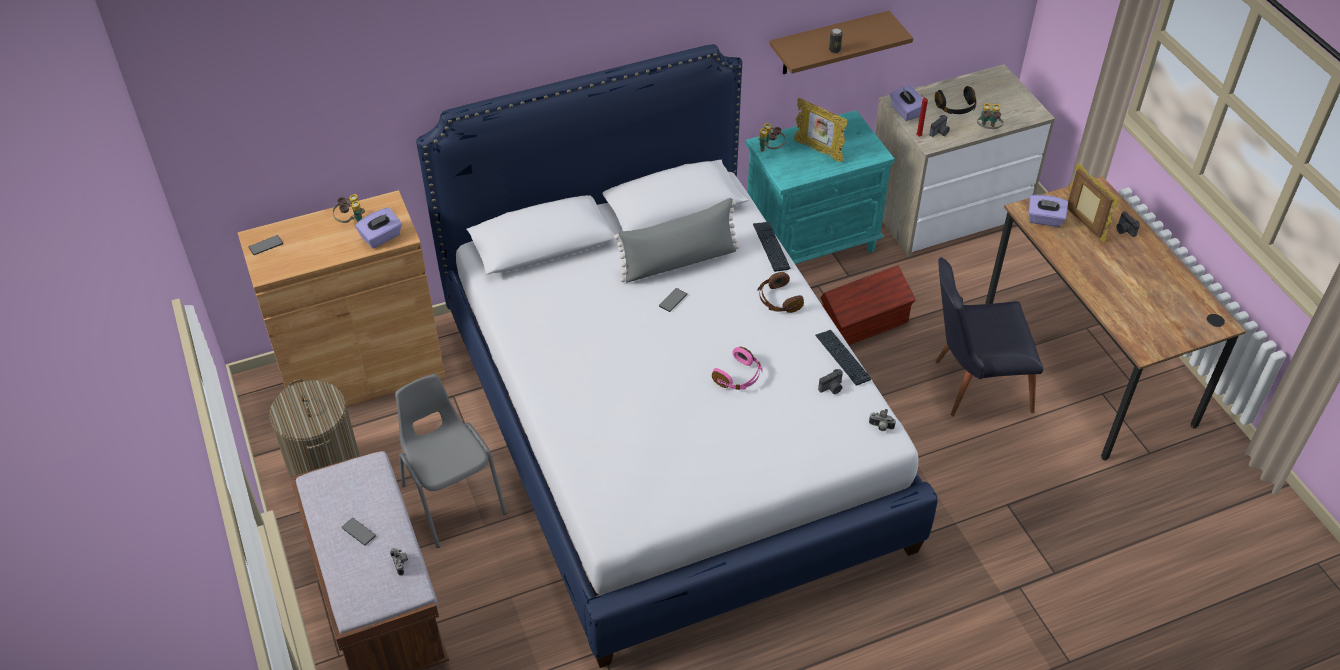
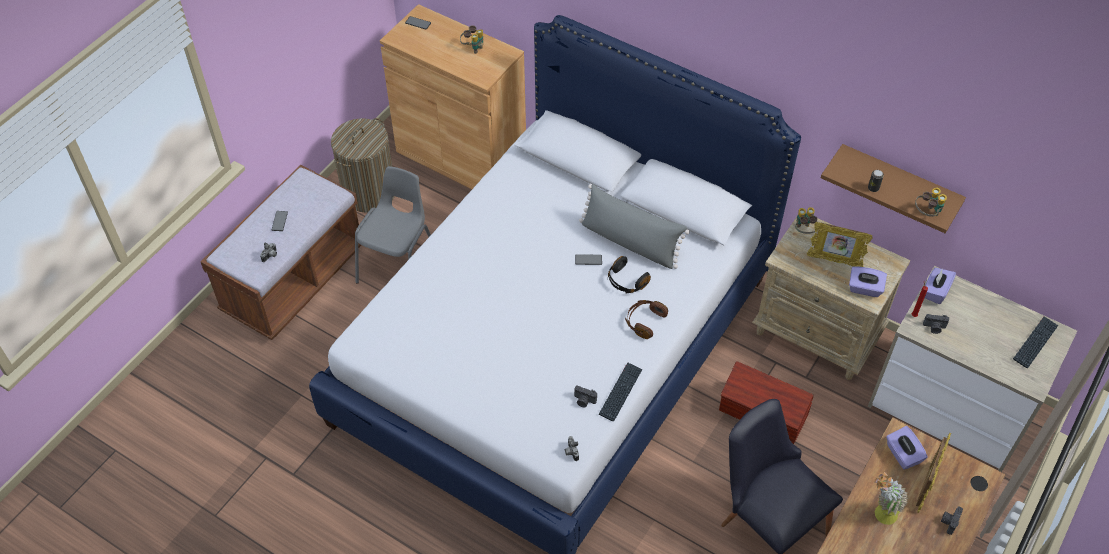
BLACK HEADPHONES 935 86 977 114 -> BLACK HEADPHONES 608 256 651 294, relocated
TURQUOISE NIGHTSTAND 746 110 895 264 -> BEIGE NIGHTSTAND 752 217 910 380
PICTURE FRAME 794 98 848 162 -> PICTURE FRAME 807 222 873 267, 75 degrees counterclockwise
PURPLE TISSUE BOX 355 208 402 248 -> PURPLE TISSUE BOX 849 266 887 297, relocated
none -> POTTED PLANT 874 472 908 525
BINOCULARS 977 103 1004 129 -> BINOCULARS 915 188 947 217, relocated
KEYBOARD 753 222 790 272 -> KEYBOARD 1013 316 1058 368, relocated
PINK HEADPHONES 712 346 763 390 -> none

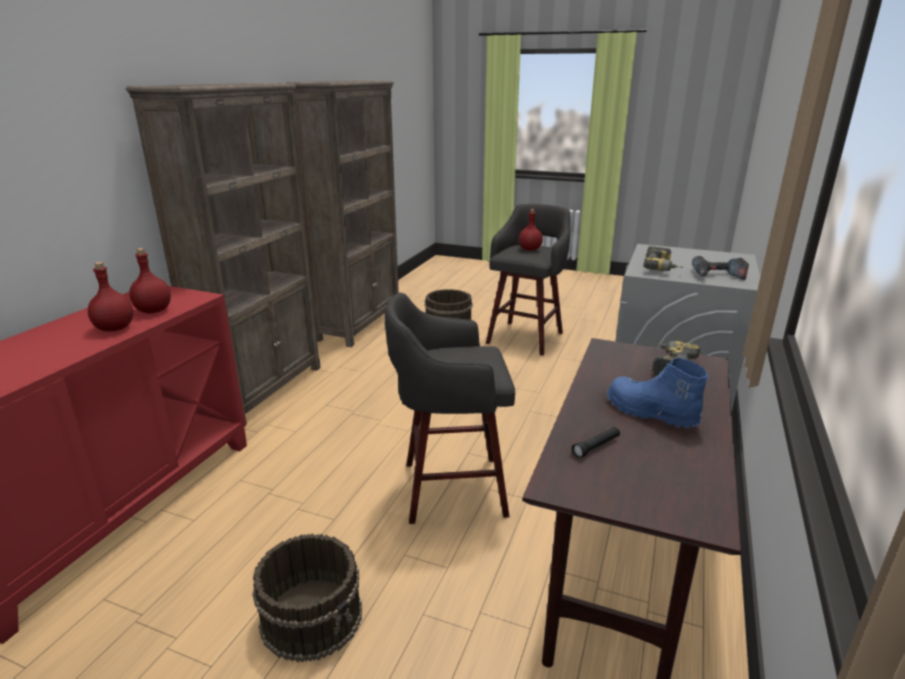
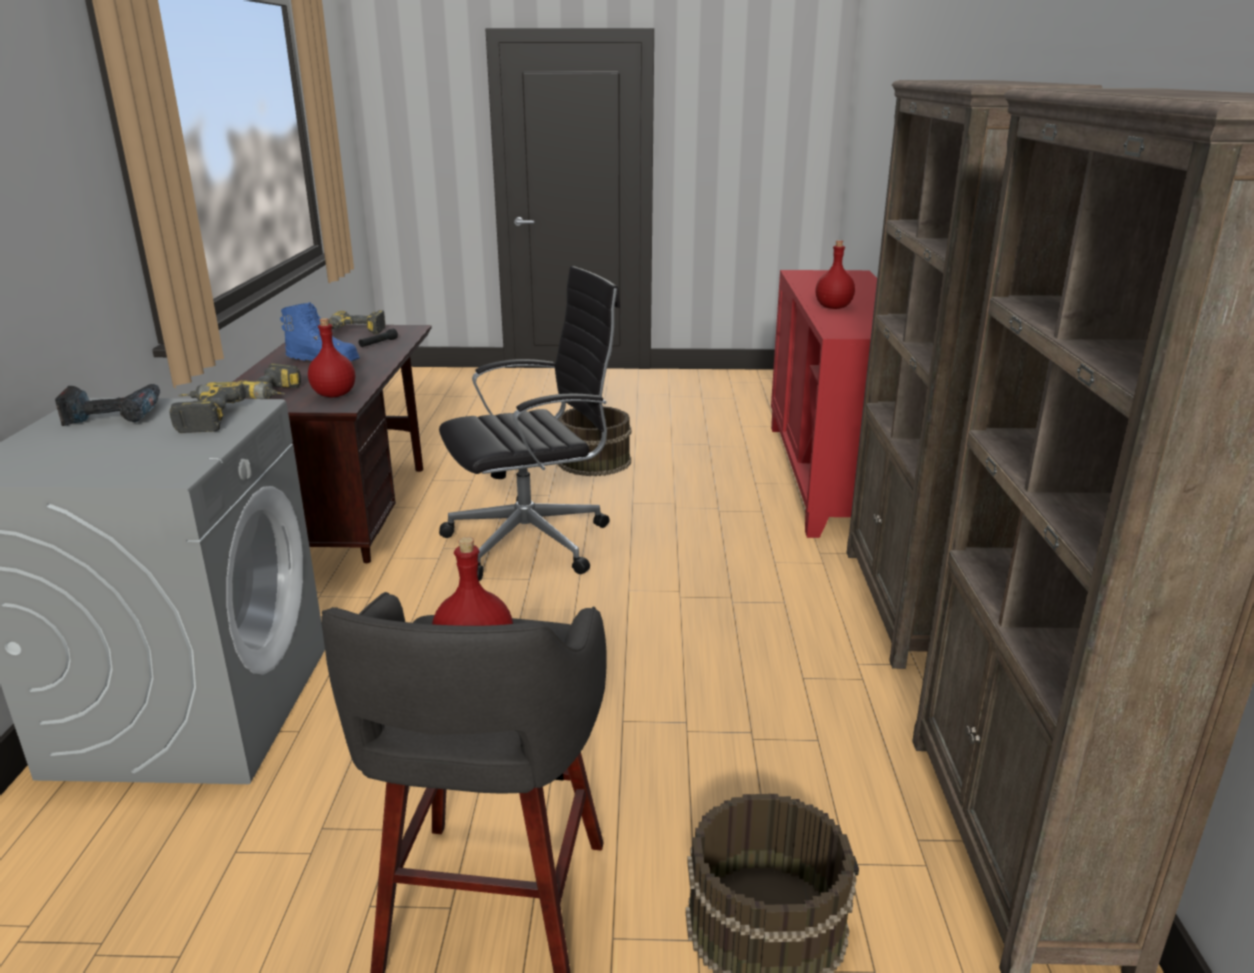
RED BOTTLE 129 248 171 314 -> RED BOTTLE 308 318 355 398, relocated
none -> POWER DRILL 329 310 386 335
GREY STOOL 385 292 515 524 -> BLACK OFFICE CHAIR 439 266 620 581

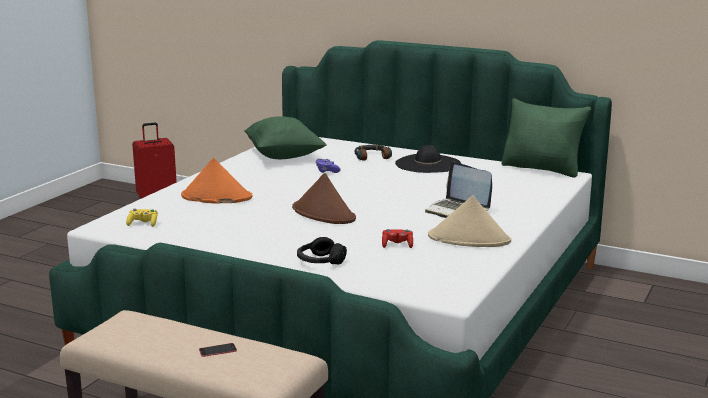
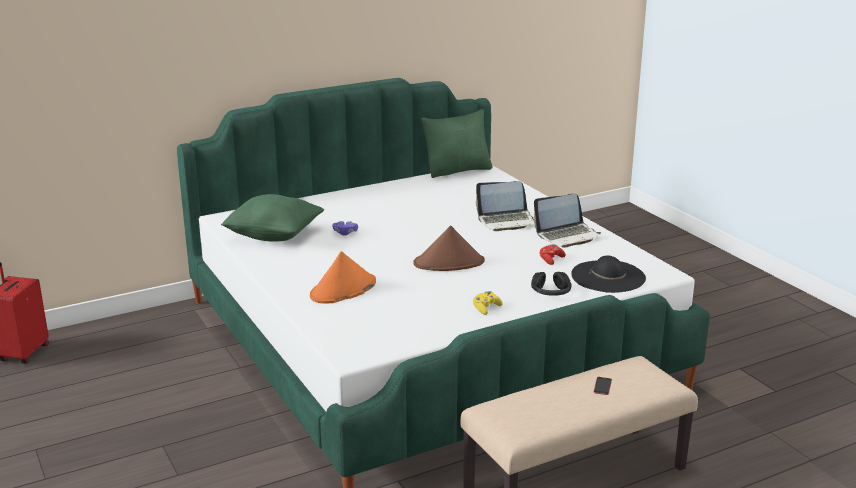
YELLOW GAME CONTROLLER 126 208 158 227 -> YELLOW GAME CONTROLLER 473 291 503 315, relocated
BEIGE HAT 428 195 511 247 -> LAPTOP 534 194 601 248
BLACK HAT 395 145 461 173 -> BLACK HAT 571 256 646 293, relocated
HEADPHONES 355 145 392 161 -> none

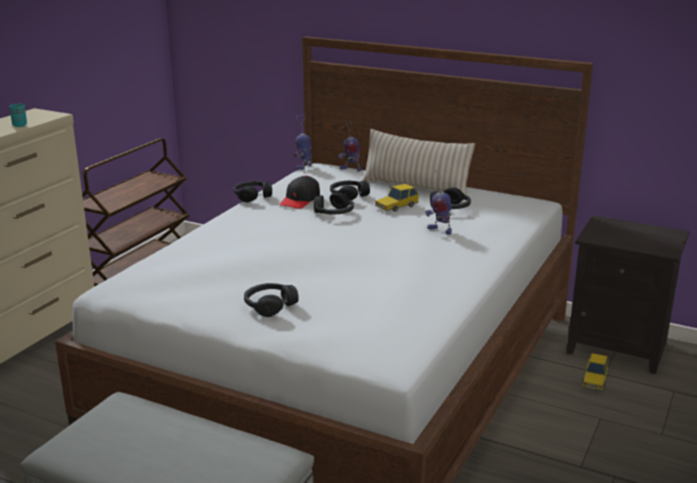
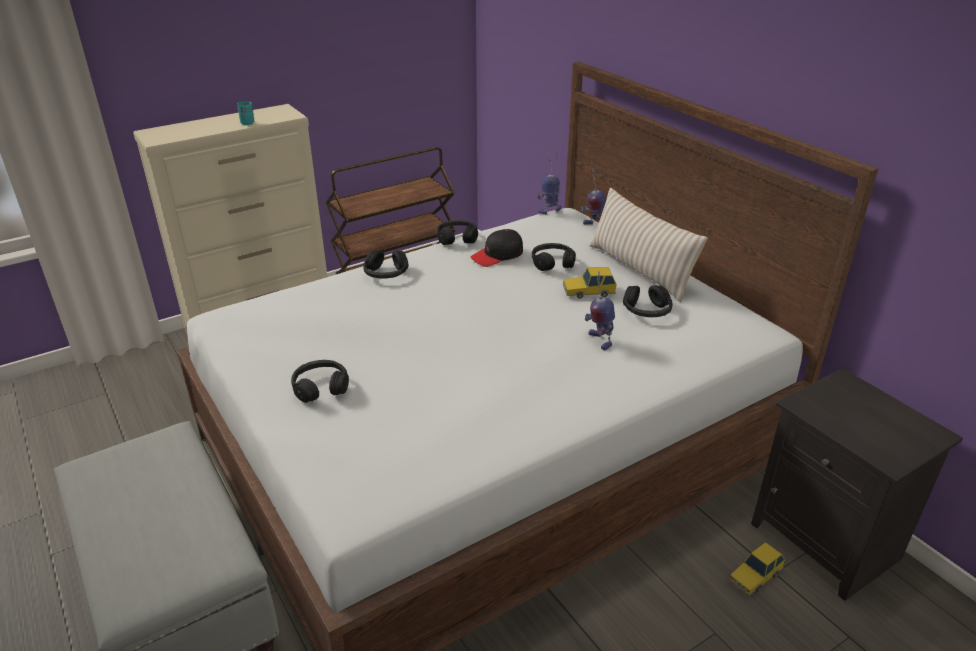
BLACK HEADPHONES 314 192 354 215 -> BLACK HEADPHONES 363 250 408 279, relocated

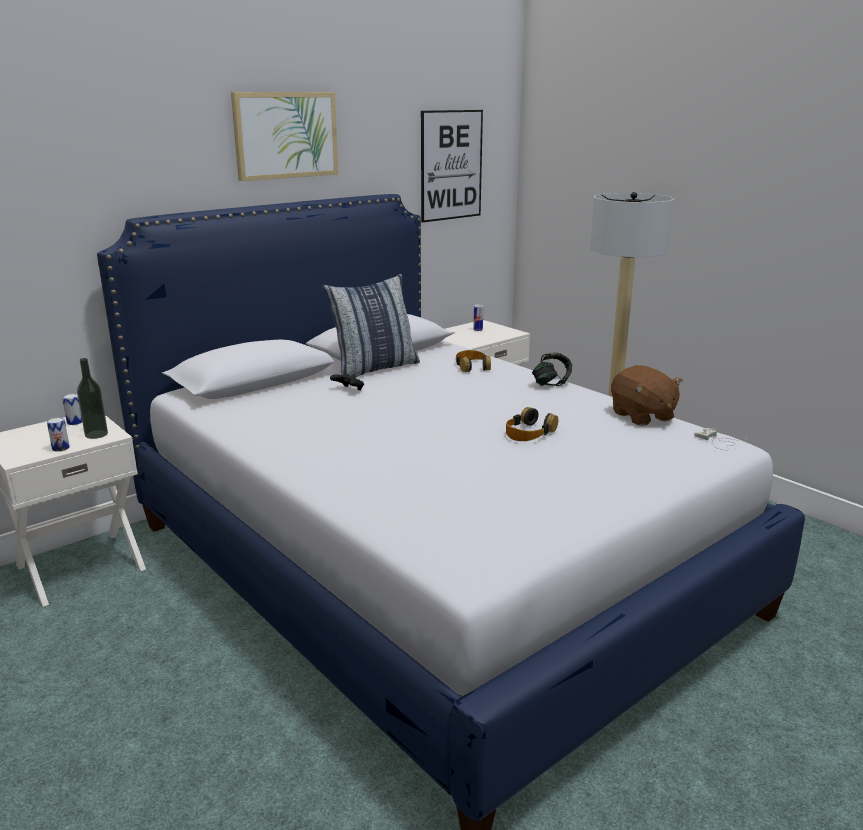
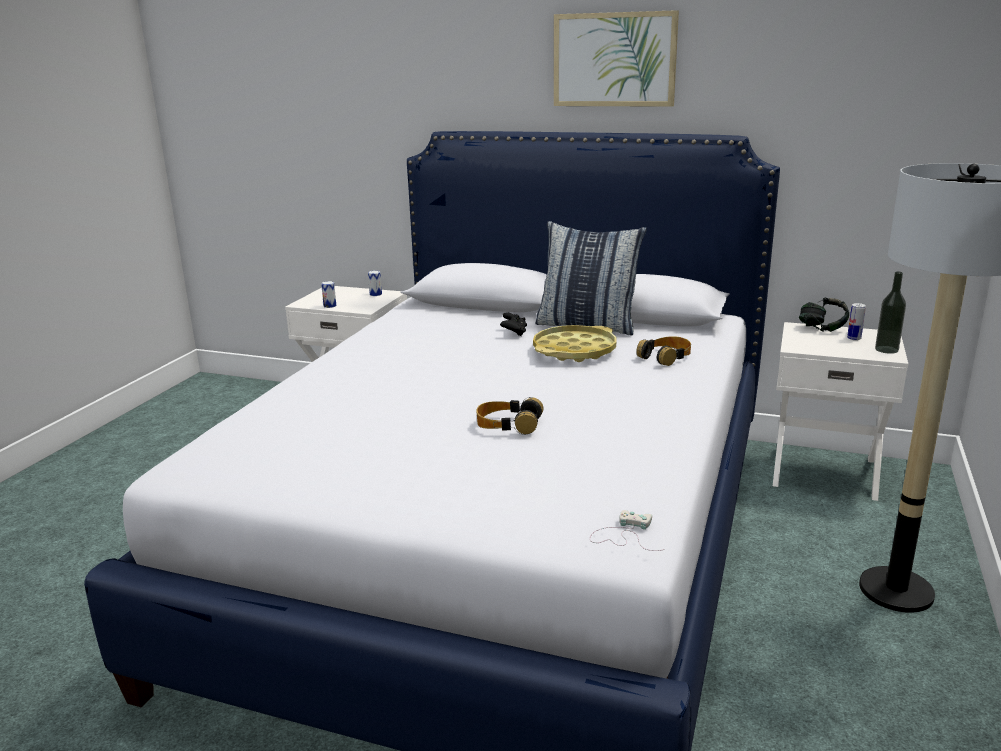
none -> YELLOW TRAY 533 325 616 362
HEADPHONES 532 352 572 386 -> HEADPHONES 799 298 849 332, relocated
BOTTLE 77 358 108 439 -> BOTTLE 875 271 906 354, relocated
PICTURE 421 110 483 222 -> none
BROWN PLUSH TOY 611 365 683 426 -> none

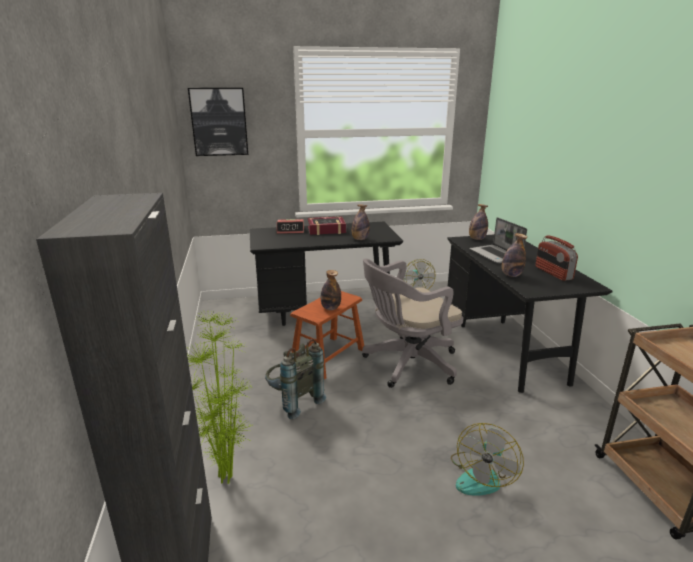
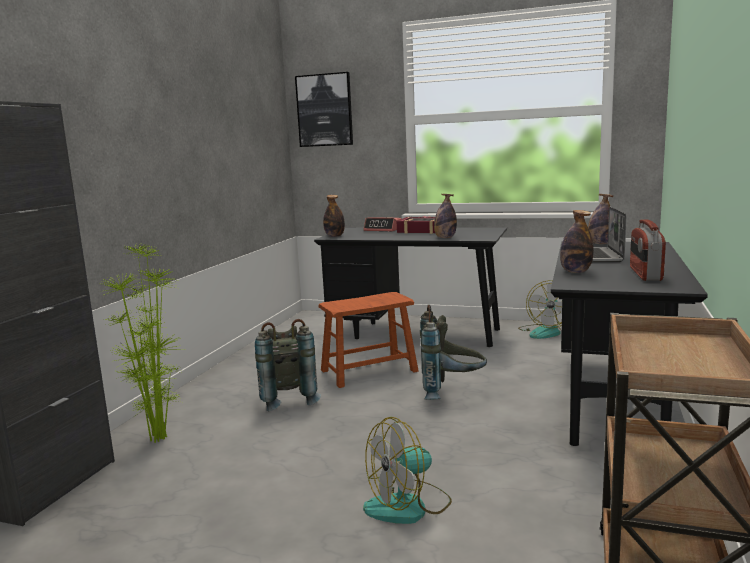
BOTTLE 321 270 341 310 -> BOTTLE 323 195 345 237, relocated
GREY OFFICE CHAIR 362 258 463 388 -> GREY BACKPACK 420 305 487 400

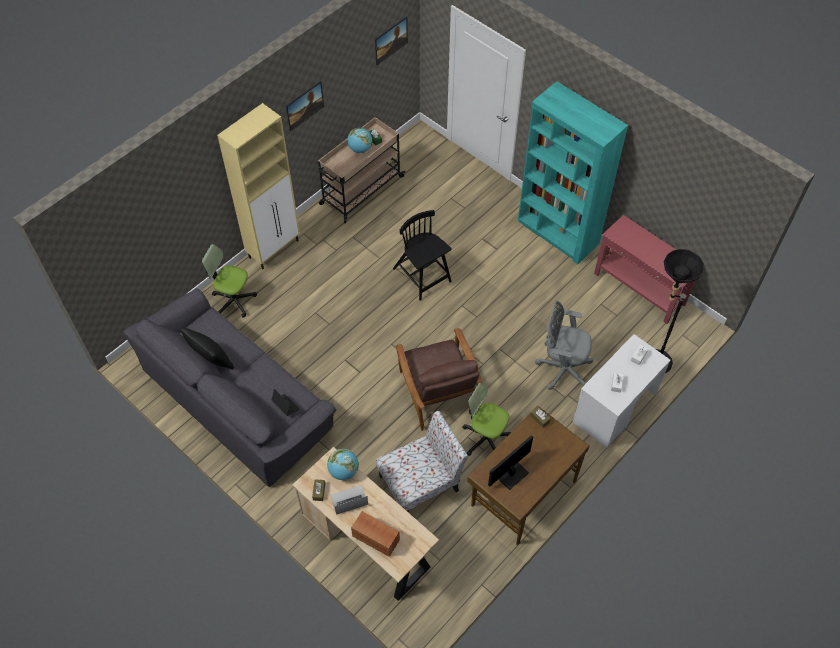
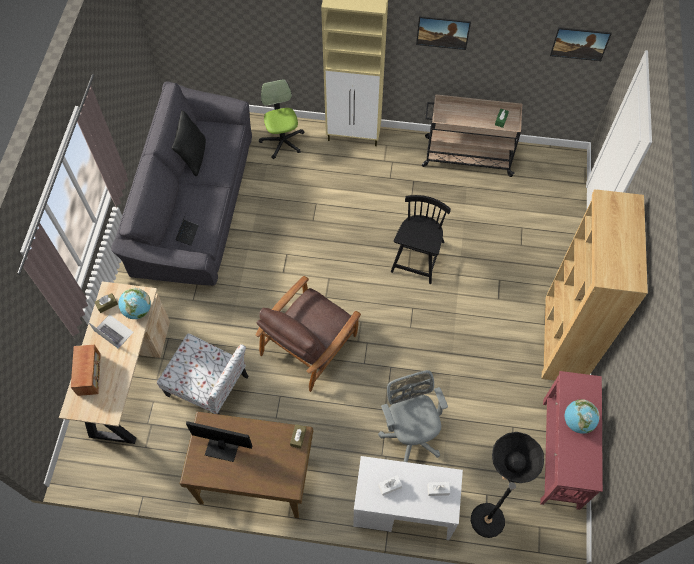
TURQUOISE BOOKCASE 518 81 628 264 -> BROWN BOOKCASE 542 189 648 381
GLOBE 347 128 373 153 -> GLOBE 565 399 600 434, relocated
OFFICE CHAIR 462 383 511 456 -> none

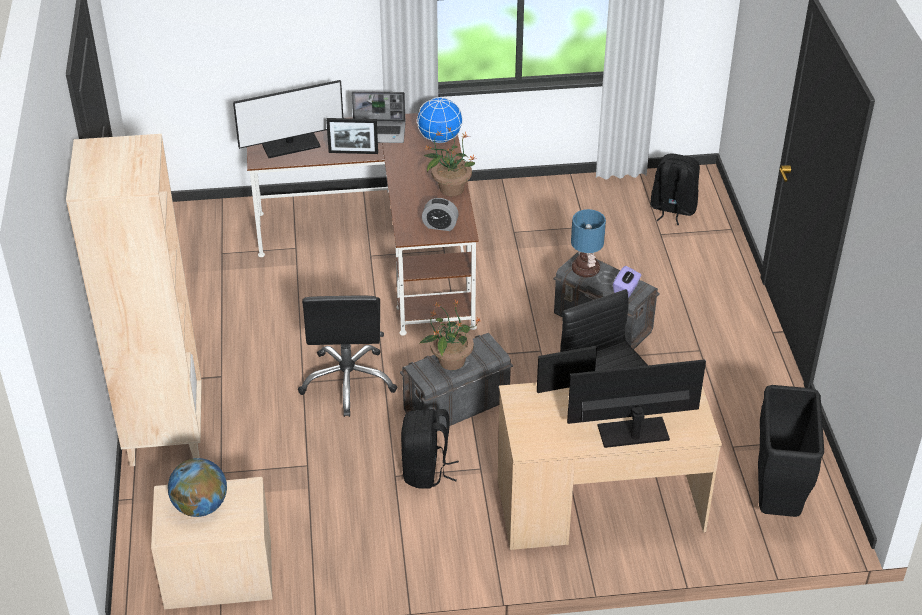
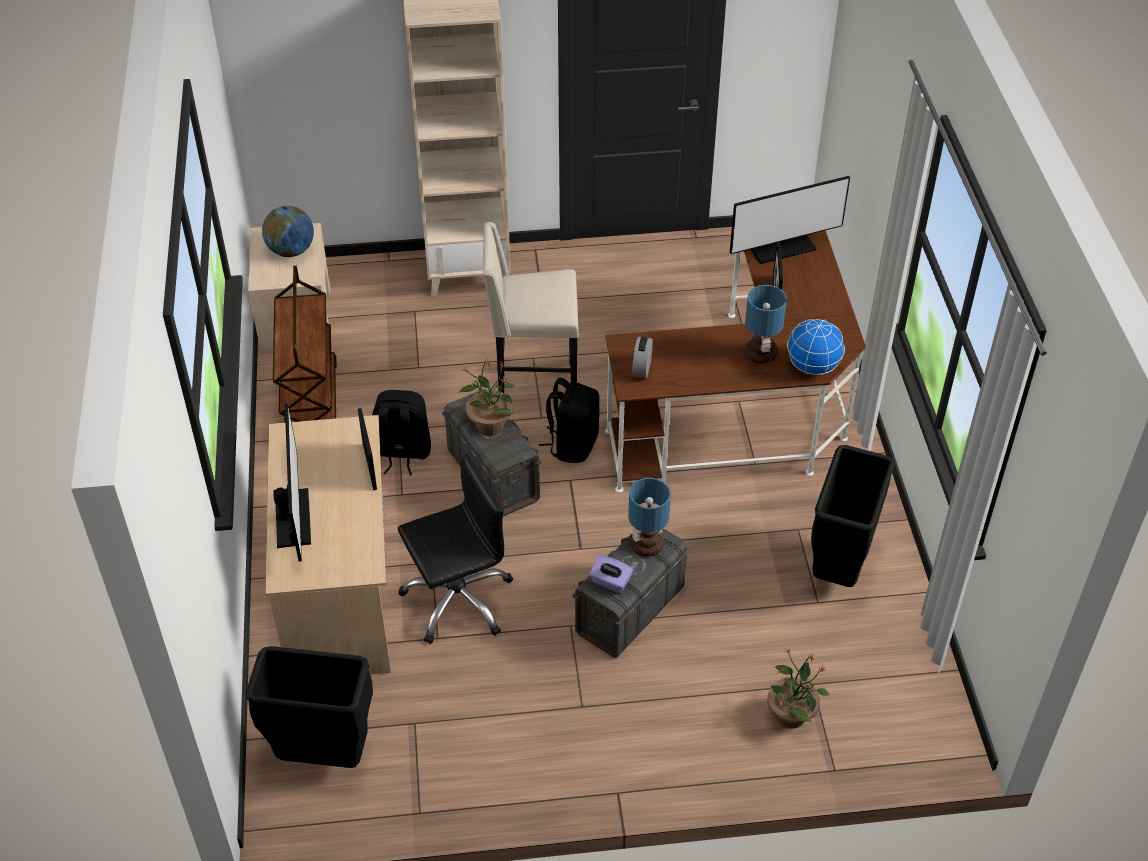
none -> BROWN CART 273 266 337 423
BLACK OFFICE CHAIR 298 296 397 417 -> BEIGE STOOL 483 222 579 393
BLACK BACKPACK 650 153 700 225 -> BLACK BACKPACK 538 378 600 463, relocated
MONITOR 233 80 343 158 -> MONITOR 730 176 850 264, 90 degrees counterclockwise
none -> TABLE LAMP 745 285 787 363
POTTED PLANT 424 127 477 196 -> POTTED PLANT 768 648 830 729, relocated
none -> BLACK TRASH CAN 811 445 894 587
LAPTOP 351 91 406 143 -> none

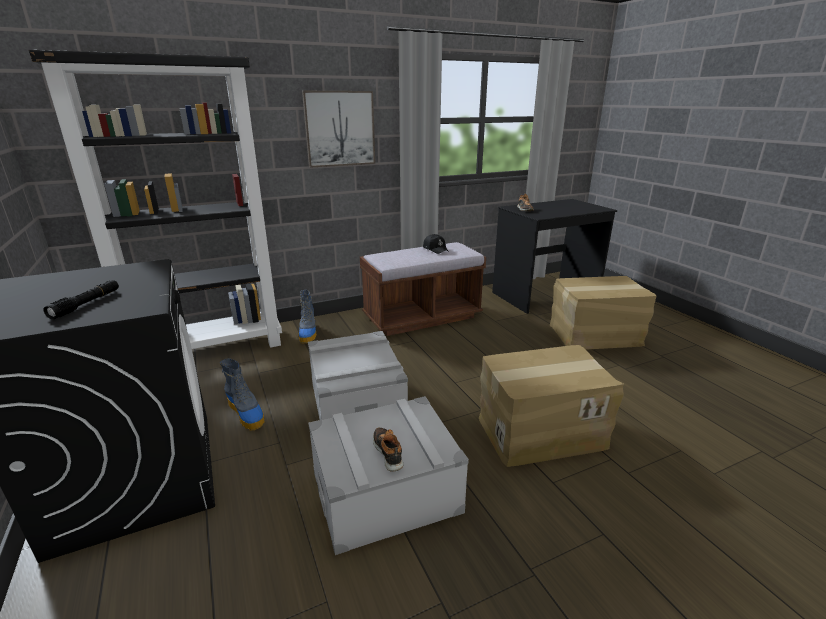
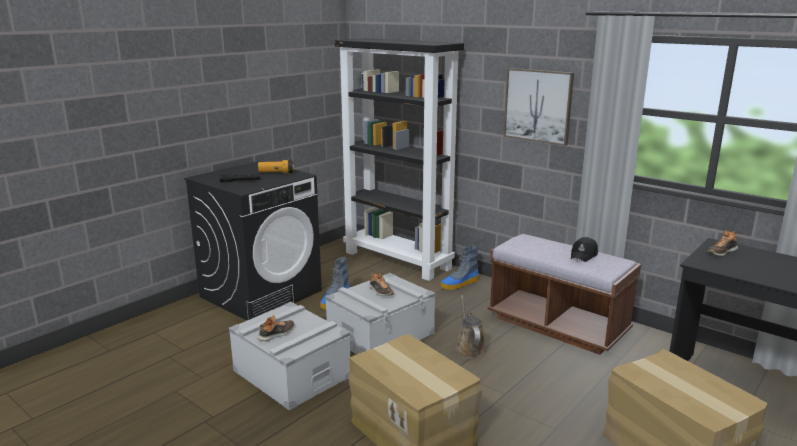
none -> FLASHLIGHT 258 160 294 173
none -> SHOE 369 273 394 296
none -> BROWN WATERING CAN 455 295 486 359

